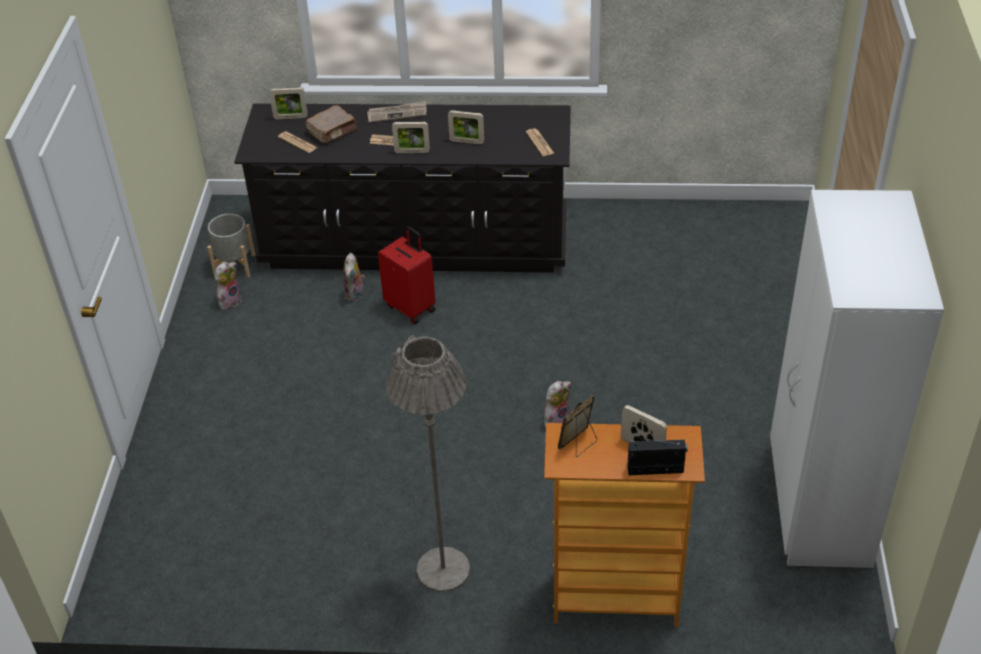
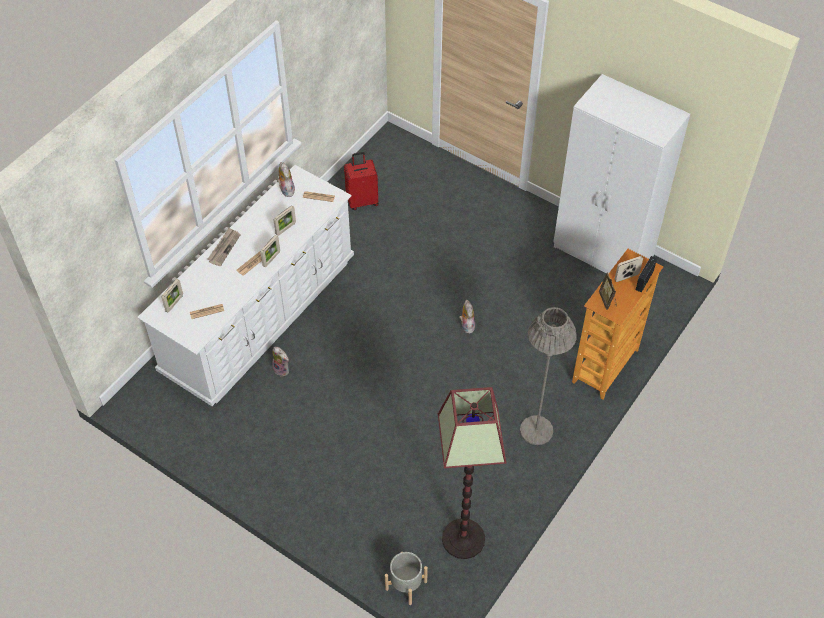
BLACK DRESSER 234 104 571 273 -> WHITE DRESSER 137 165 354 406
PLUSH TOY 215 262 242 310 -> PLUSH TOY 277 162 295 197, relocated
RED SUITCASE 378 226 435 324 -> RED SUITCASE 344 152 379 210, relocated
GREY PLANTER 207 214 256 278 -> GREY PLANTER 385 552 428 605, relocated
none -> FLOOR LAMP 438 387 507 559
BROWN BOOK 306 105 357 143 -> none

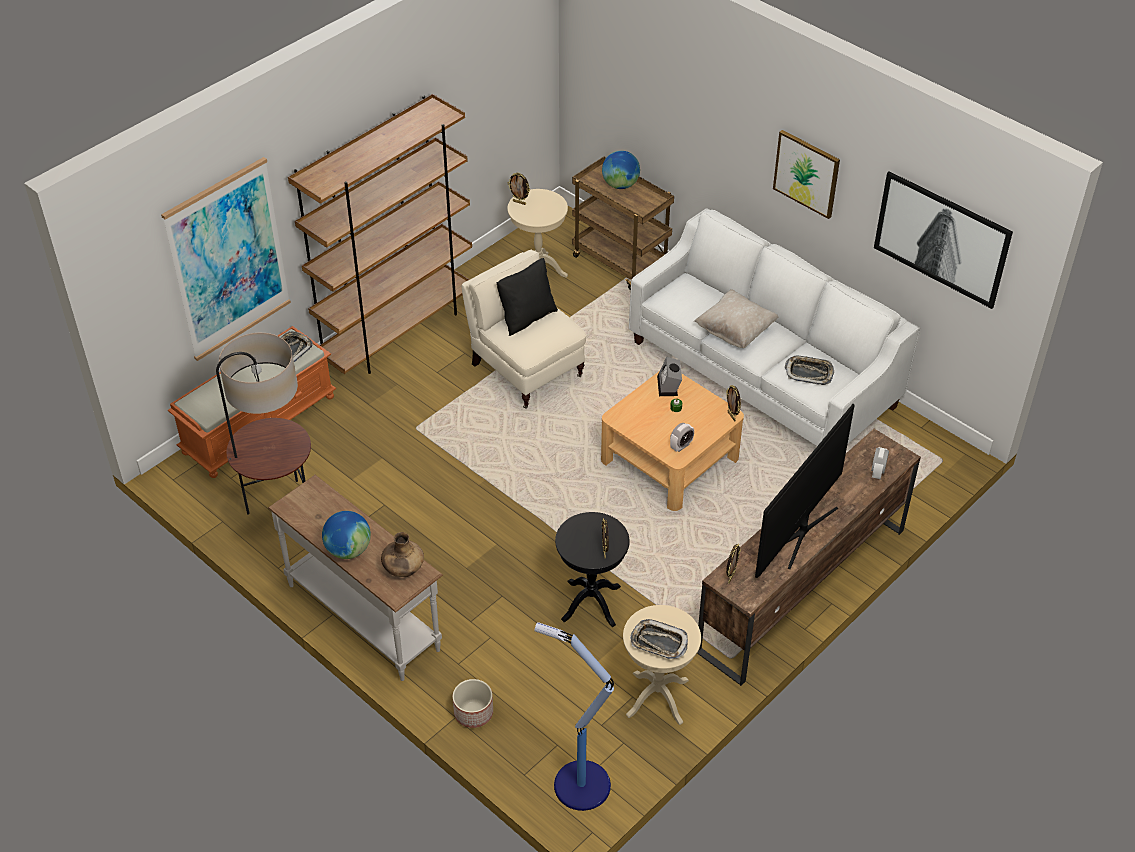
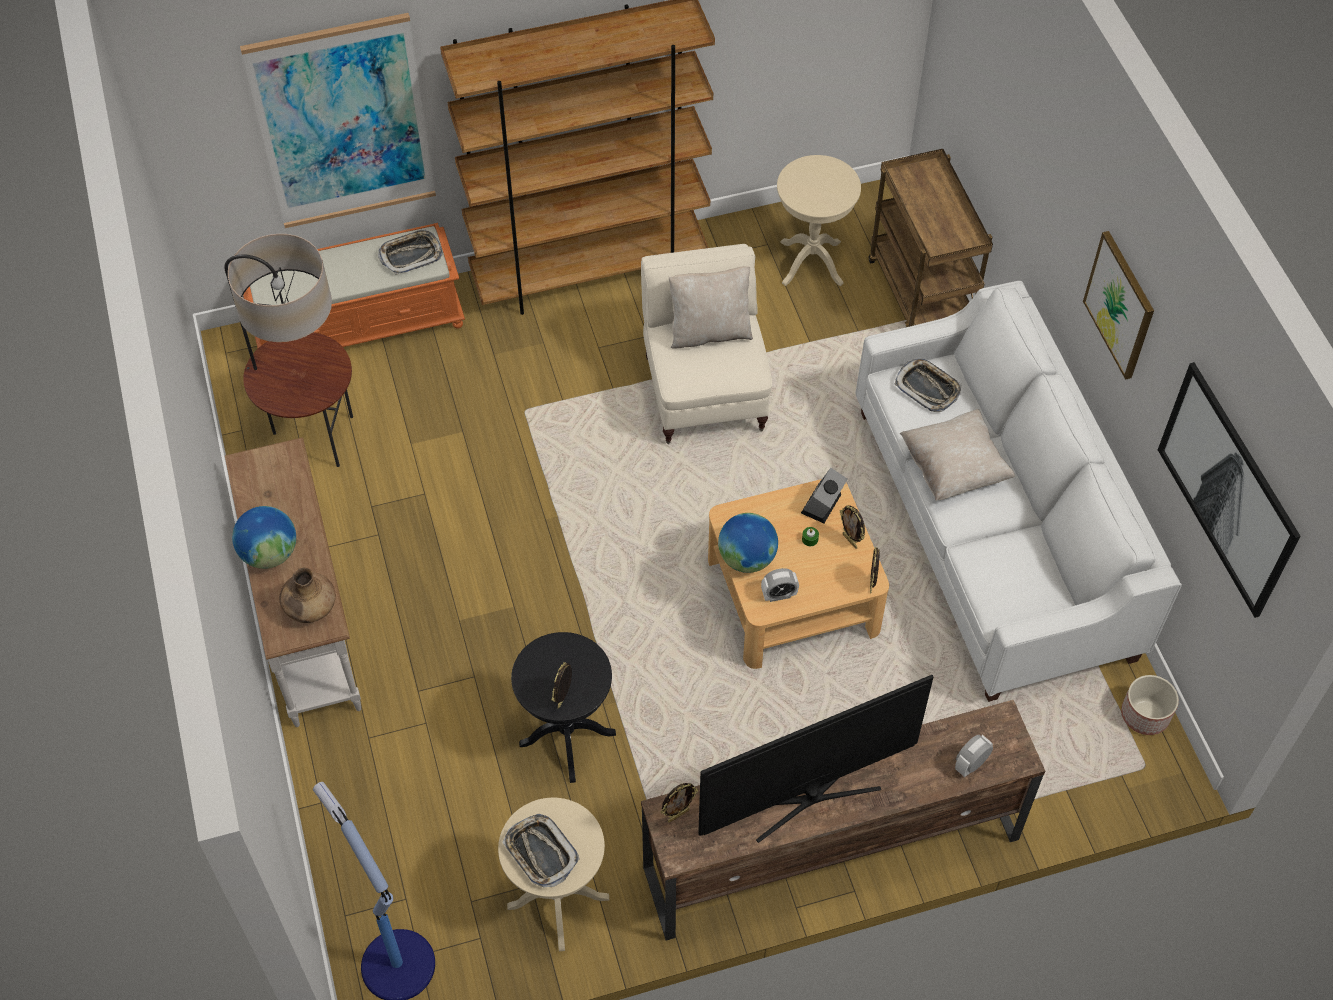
BLACK PILLOW 496 258 558 336 -> BEIGE PILLOW 669 266 753 349
GLOBE 602 151 640 189 -> GLOBE 718 513 778 573, relocated
PICTURE FRAME 508 172 530 205 -> PICTURE FRAME 840 505 865 549, relocated
TRAY 785 356 834 385 -> TRAY 894 359 962 412, relocated
PLANTER 452 679 493 728 -> PLANTER 1121 675 1179 735, relocated

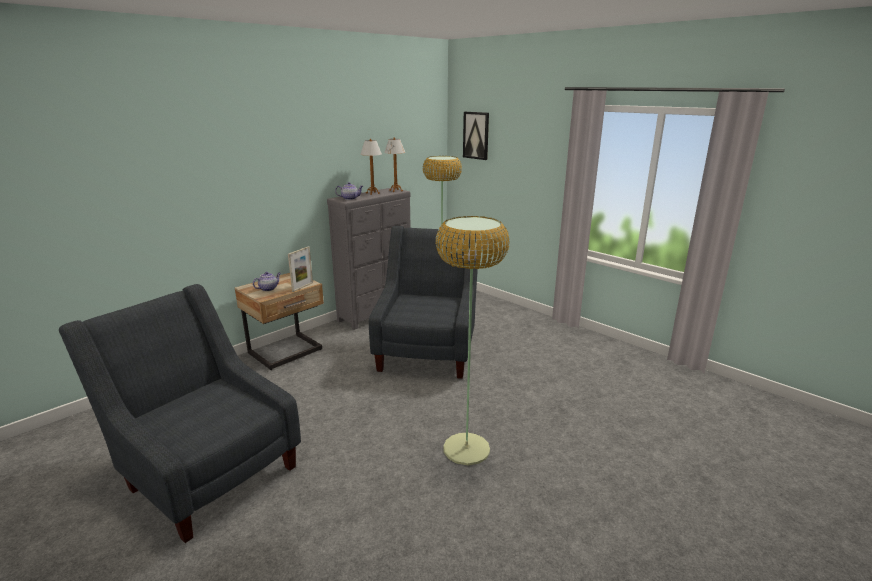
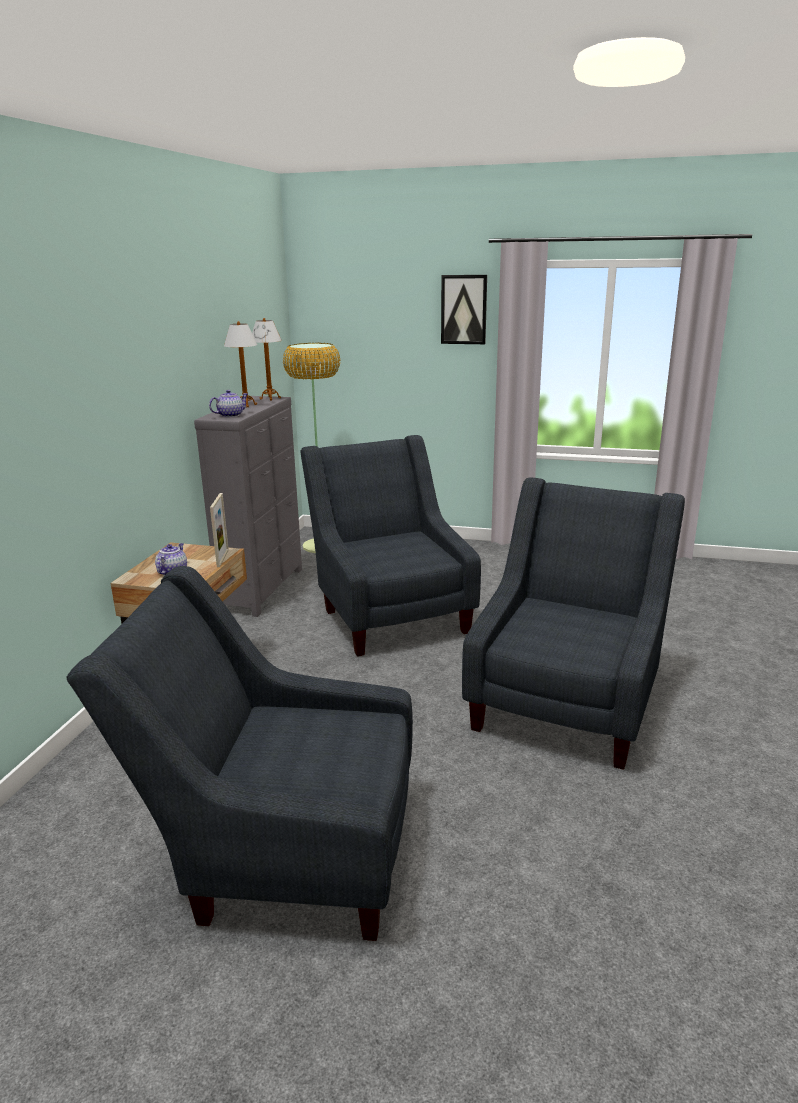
PICTURE 463 112 489 160 -> PICTURE 441 275 487 344, relocated
FLOOR LAMP 436 216 510 466 -> GREY ARMCHAIR 462 478 685 770

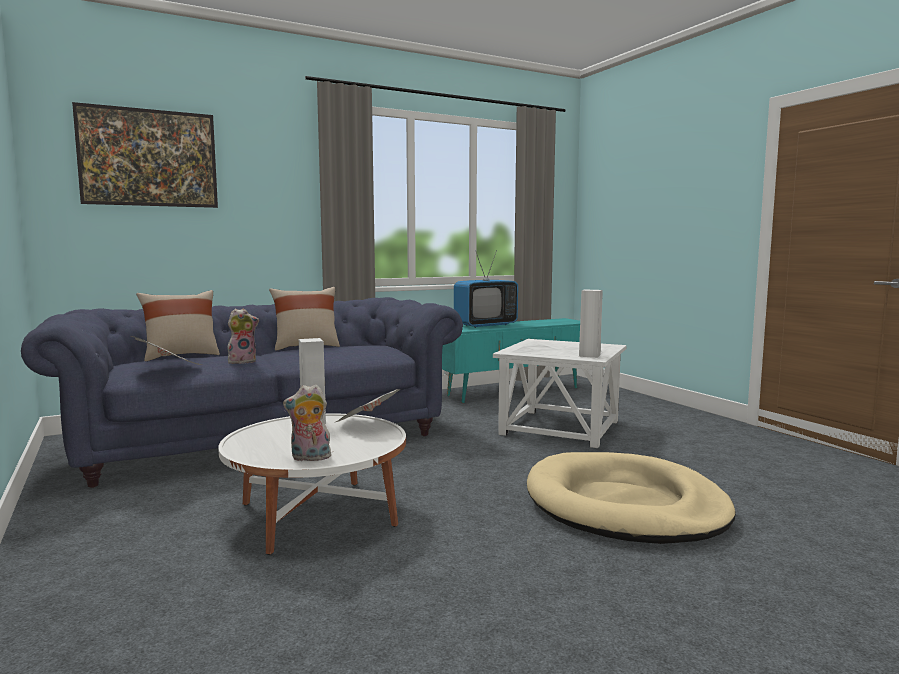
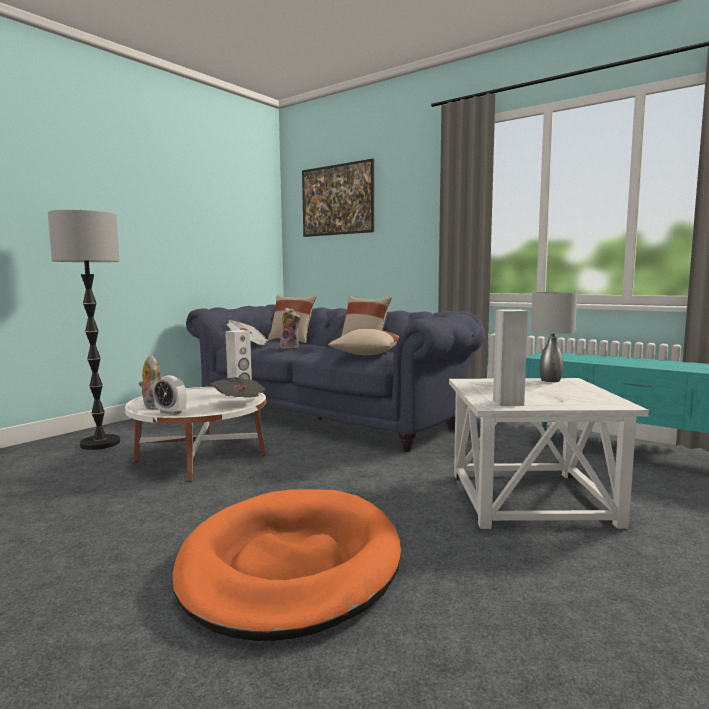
none -> FLOOR LAMP 48 210 120 450
none -> ALARM CLOCK 154 375 187 415
BEIGE DOG BED 527 452 736 544 -> ORANGE DOG BED 173 489 401 641
none -> BEIGE PILLOW 328 329 399 355
none -> GREY TABLE LAMP 531 291 577 382
TELEVISION 454 250 518 328 -> none

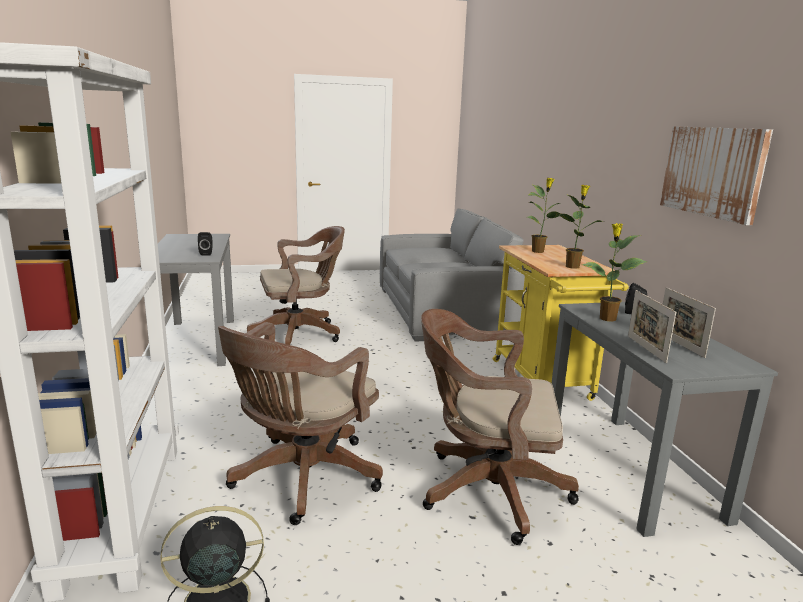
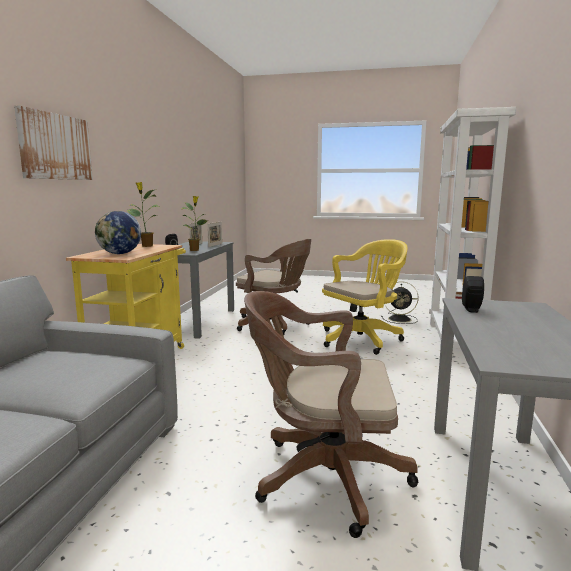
PICTURE 660 126 773 225 -> PICTURE 14 106 93 180, relocated
POTTED PLANT 527 178 561 253 -> GLOBE 95 211 141 254
BROWN OFFICE CHAIR 218 322 383 525 -> YELLOW OFFICE CHAIR 322 239 408 355

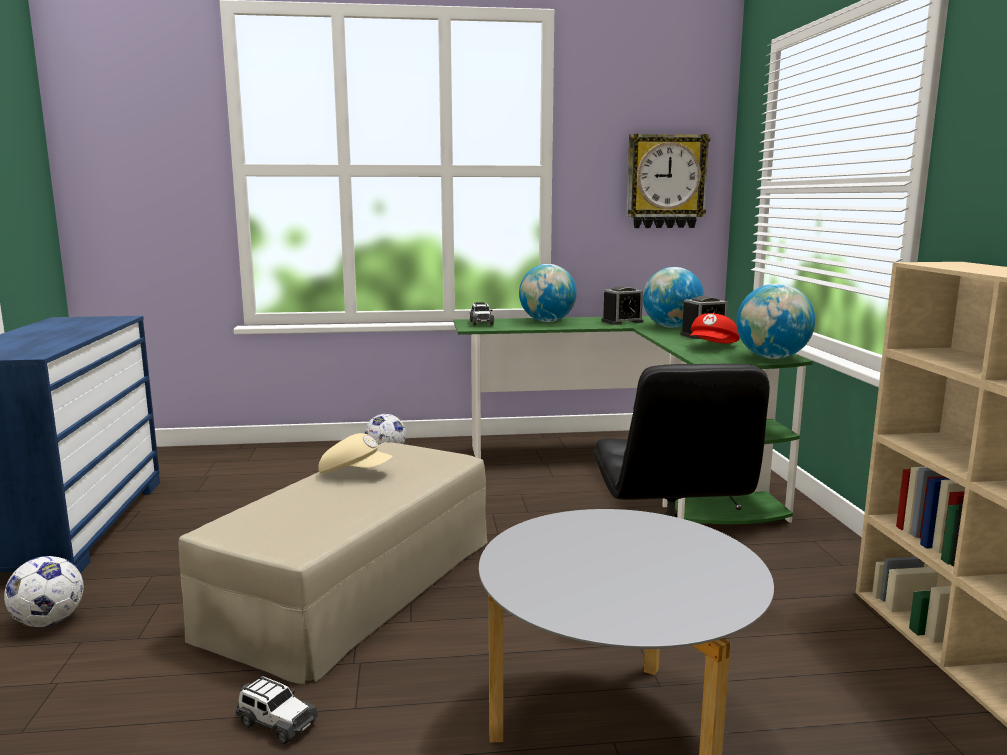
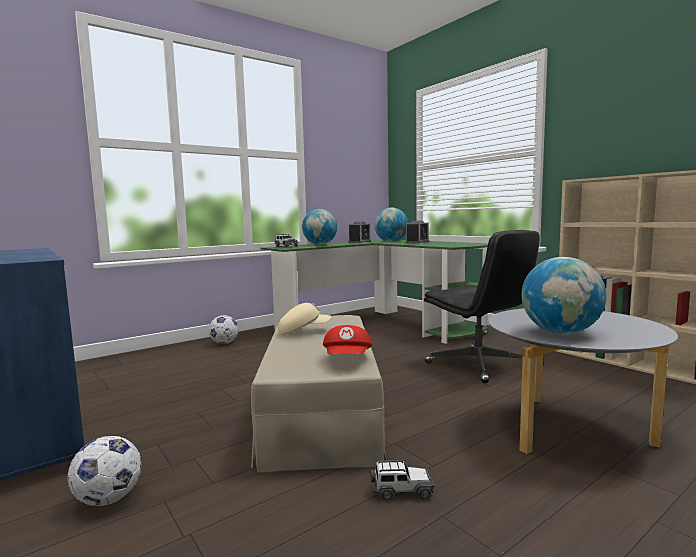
RED CAP 690 313 740 343 -> RED CAP 323 325 372 354, relocated
GLOBE 736 283 815 359 -> GLOBE 521 257 606 334, relocated
WALL CLOCK 626 134 710 228 -> none

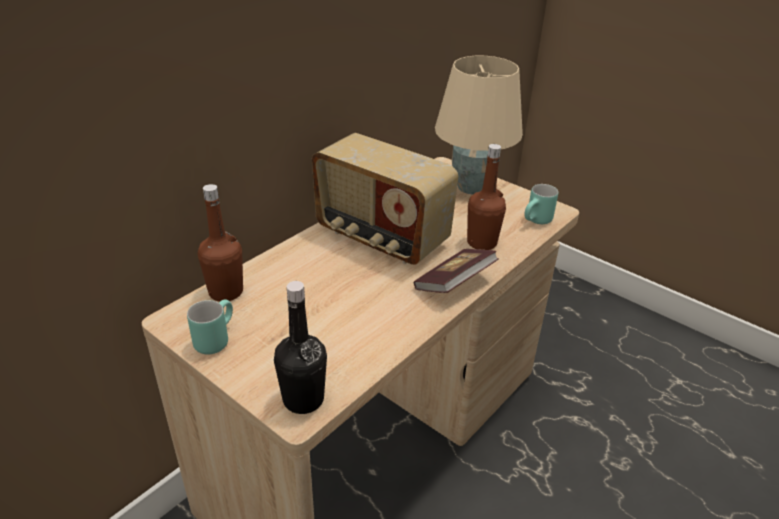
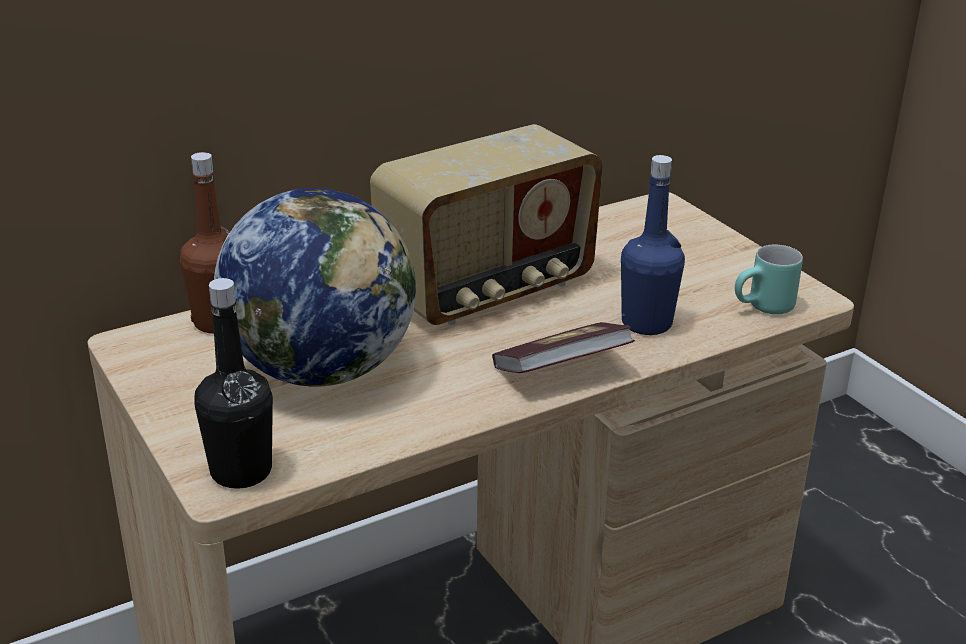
none -> GLOBE 214 188 416 387
RADIO 312 133 458 265 -> RADIO 370 124 603 325, 90 degrees counterclockwise
BROWN BOTTLE 467 144 506 250 -> BLUE BOTTLE 621 155 685 335
TURQUOISE MUG 187 299 233 355 -> none
BEIGE TABLE LAMP 435 55 523 194 -> none

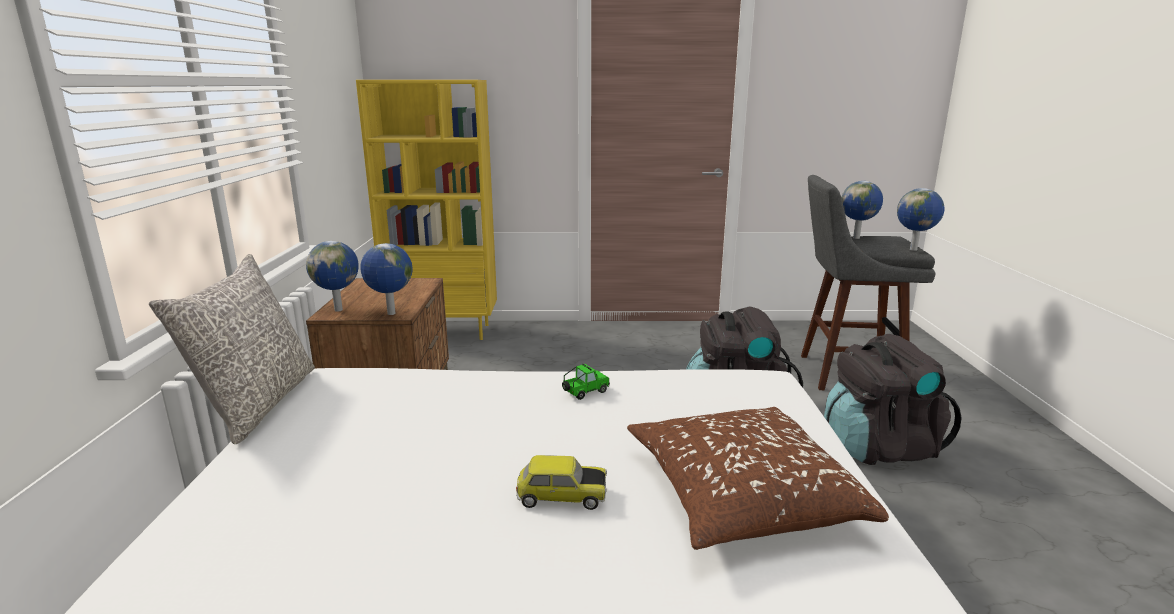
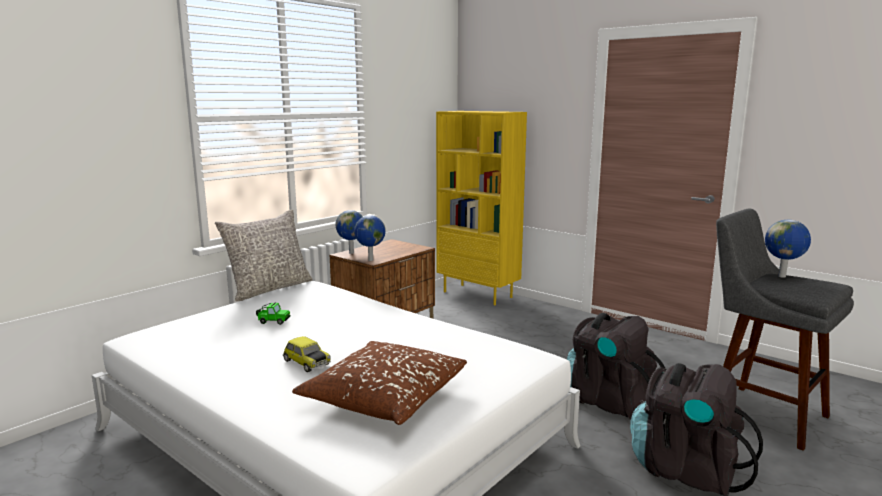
TOY CAR 562 364 610 400 -> TOY CAR 256 302 291 325, relocated
GLOBE 897 188 945 251 -> none

